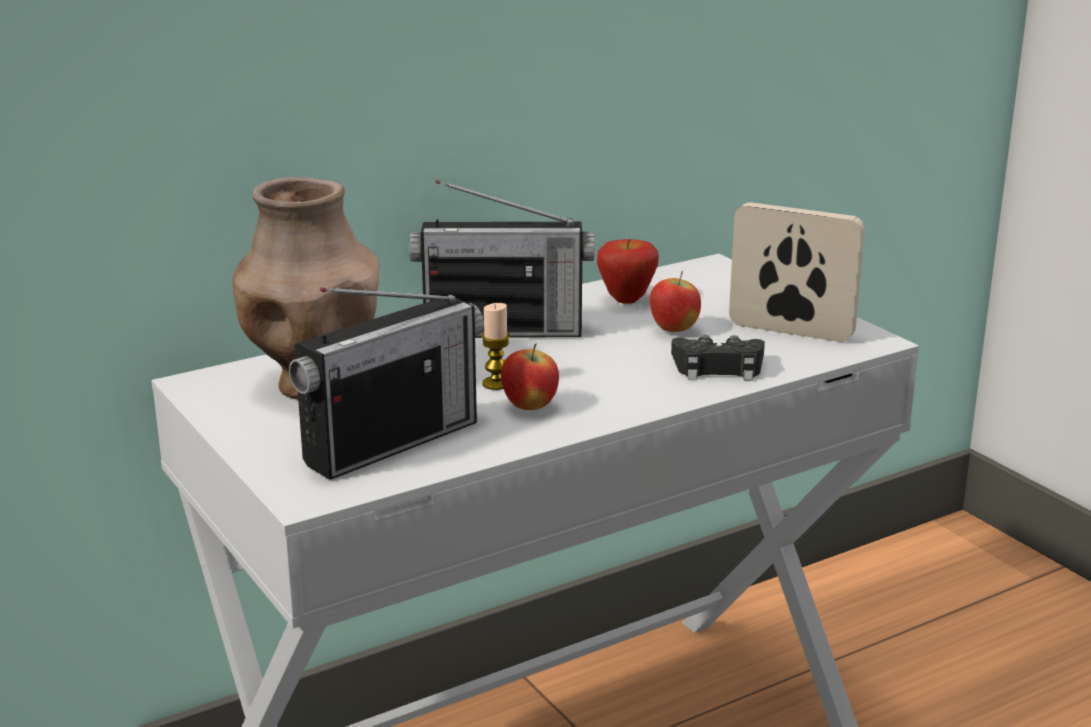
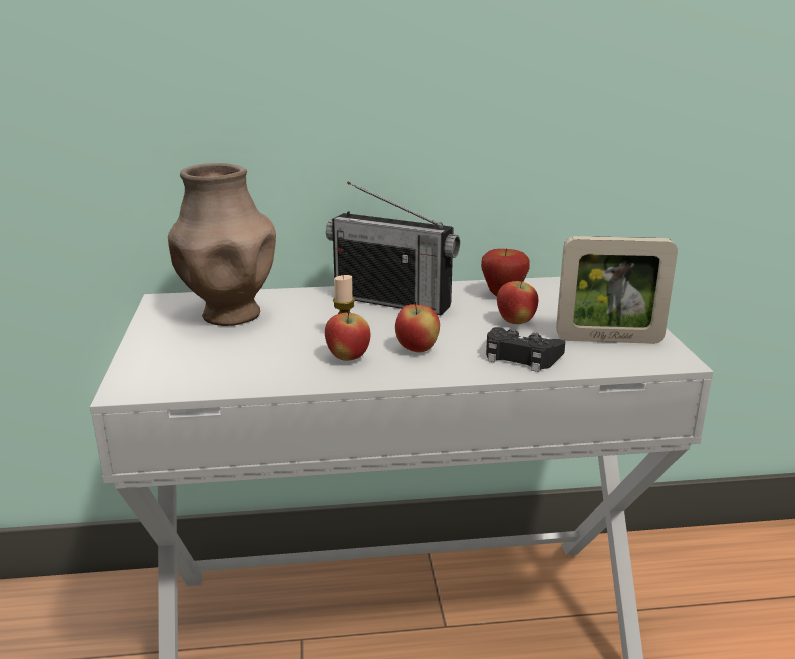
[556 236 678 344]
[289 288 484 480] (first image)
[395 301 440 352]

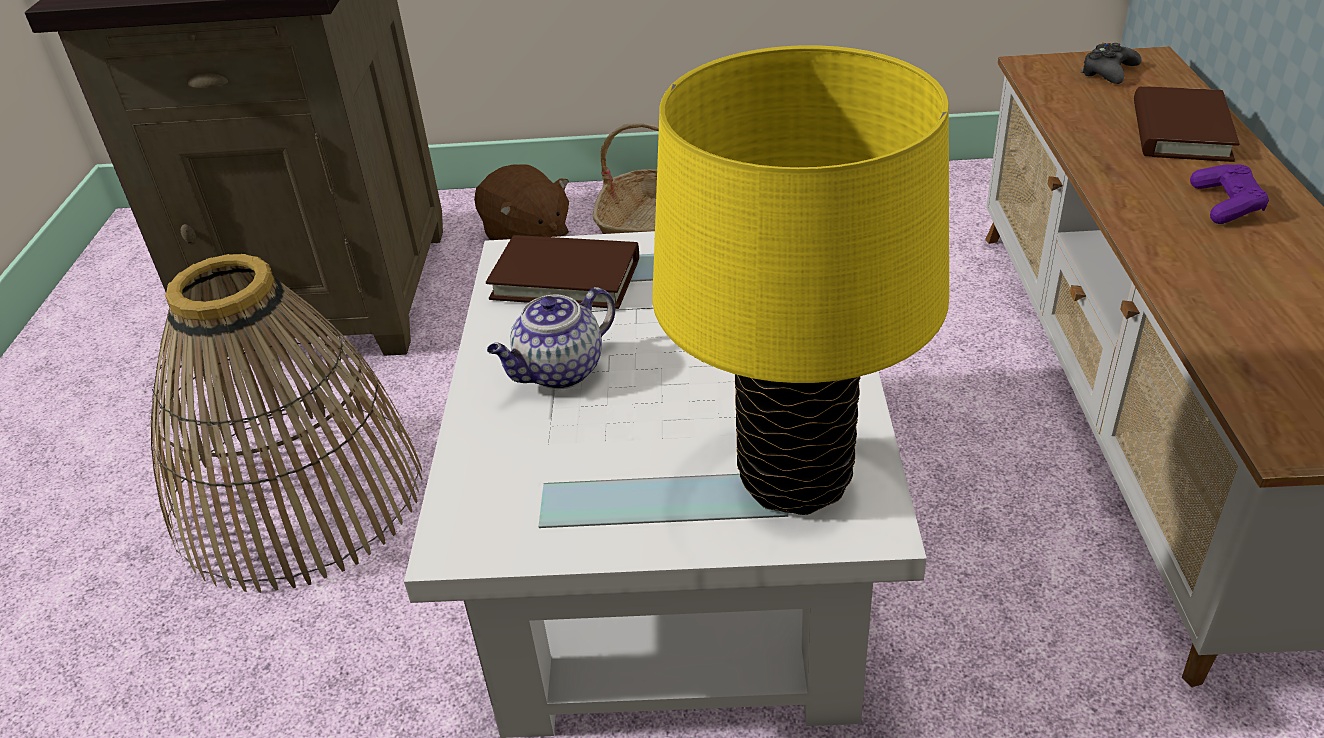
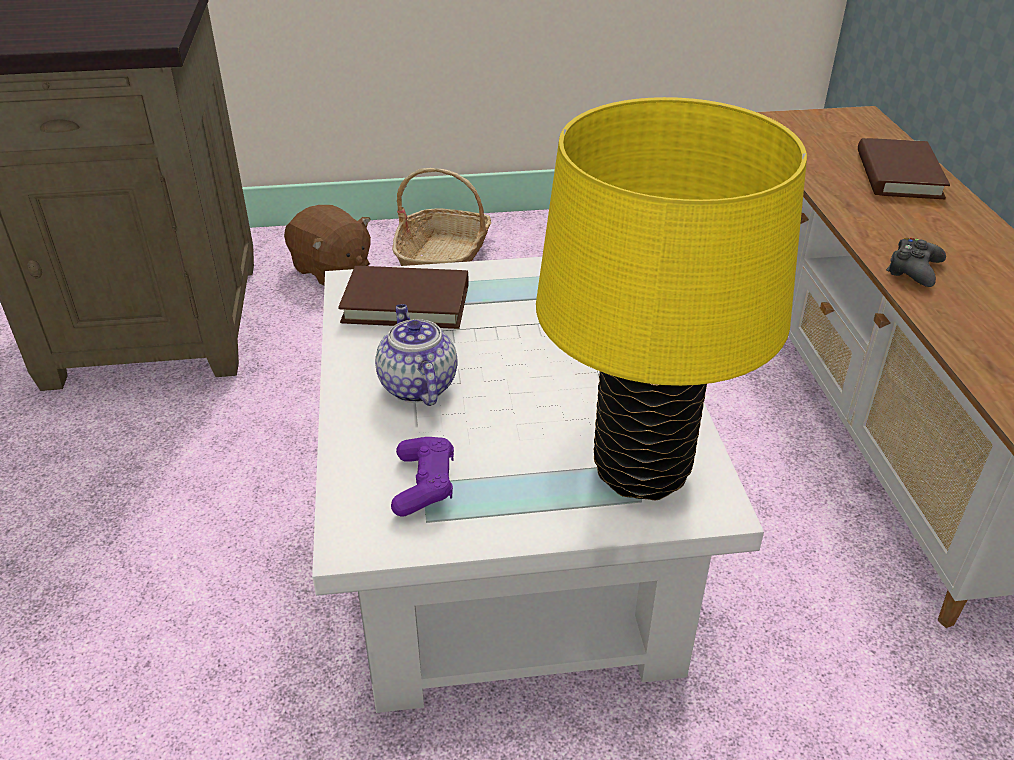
[886 238 946 287]
[391 437 454 517]
[151 254 422 593] (first image)
[375 304 457 406]

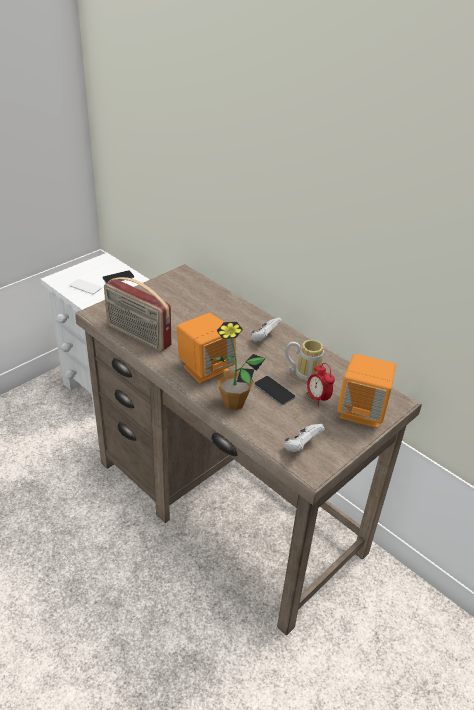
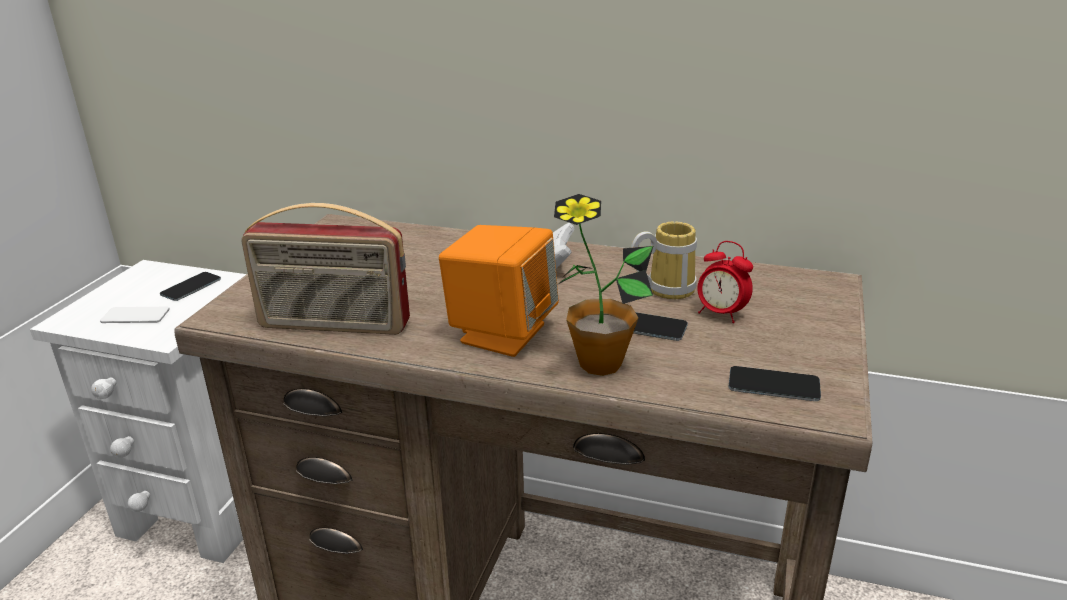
[337 354 396 428] (first image)
[729 366 821 401]

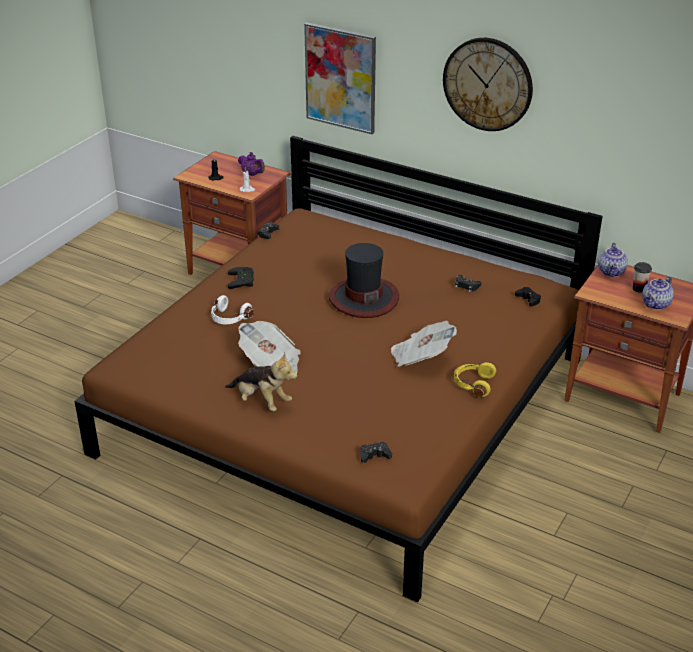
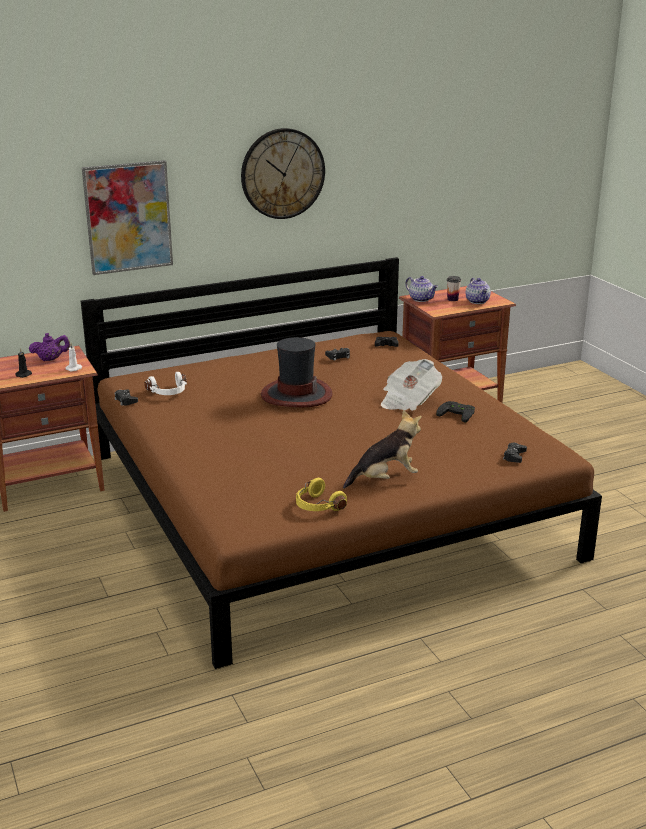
[436 401 475 423]
[145 372 187 395]
[238 321 301 374] (first image)
[296 478 347 511]

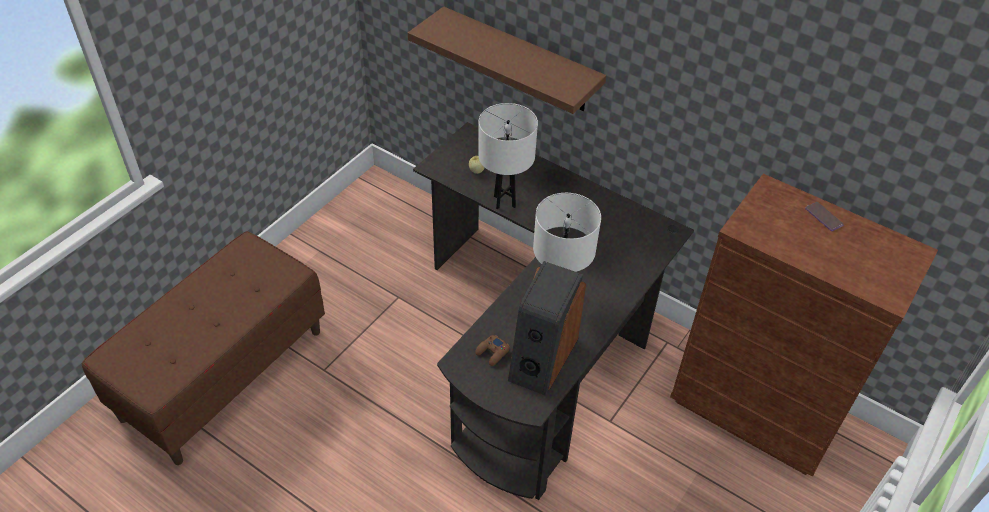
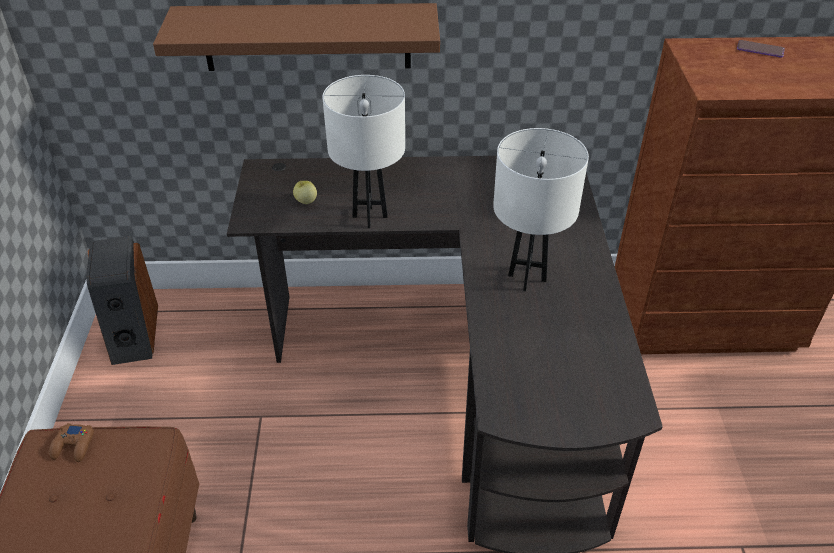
[86 236 158 365]
[49 423 94 462]

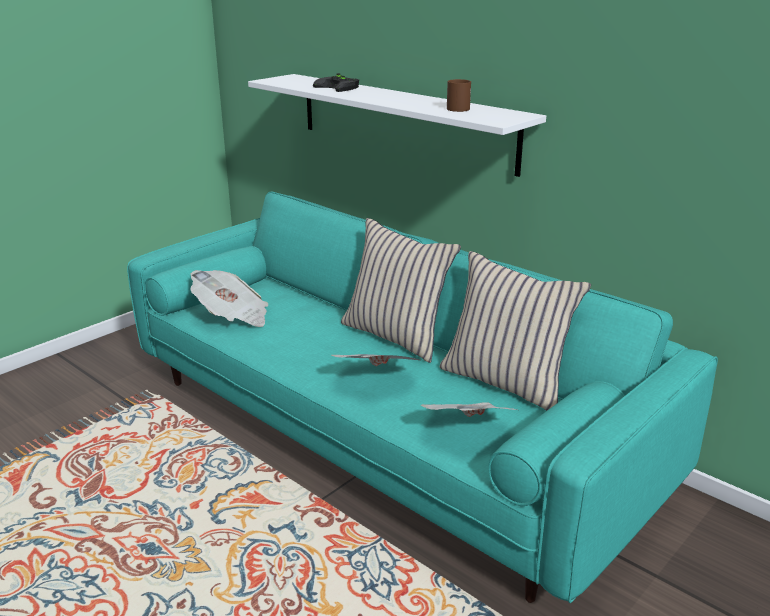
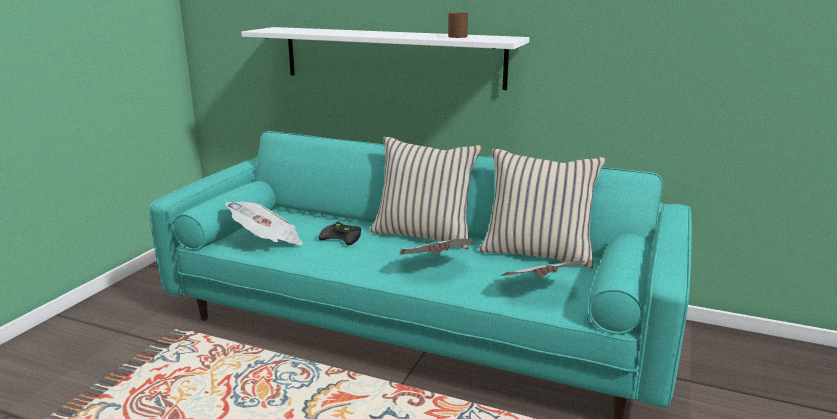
[319 222 361 245]

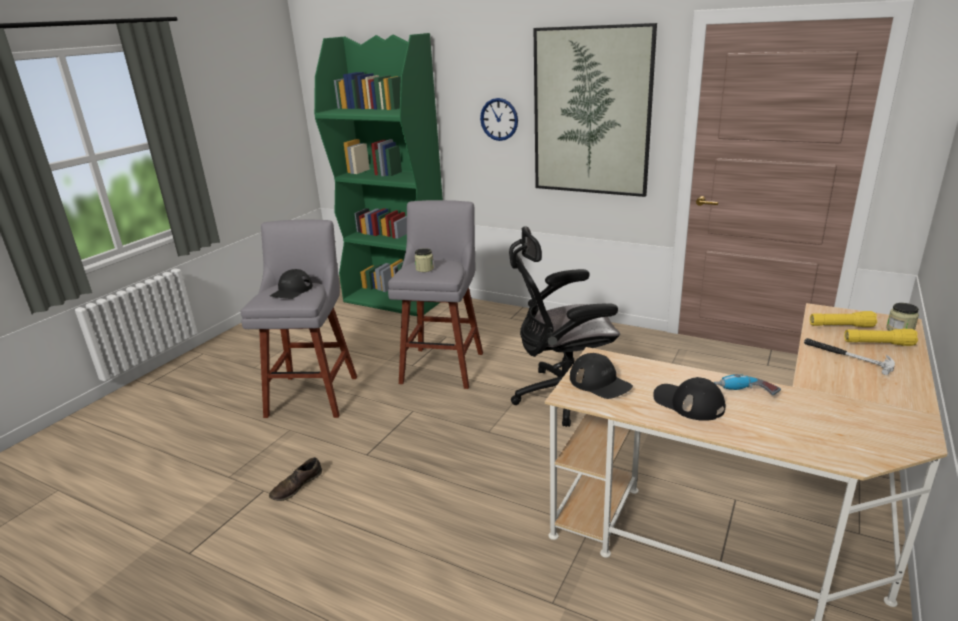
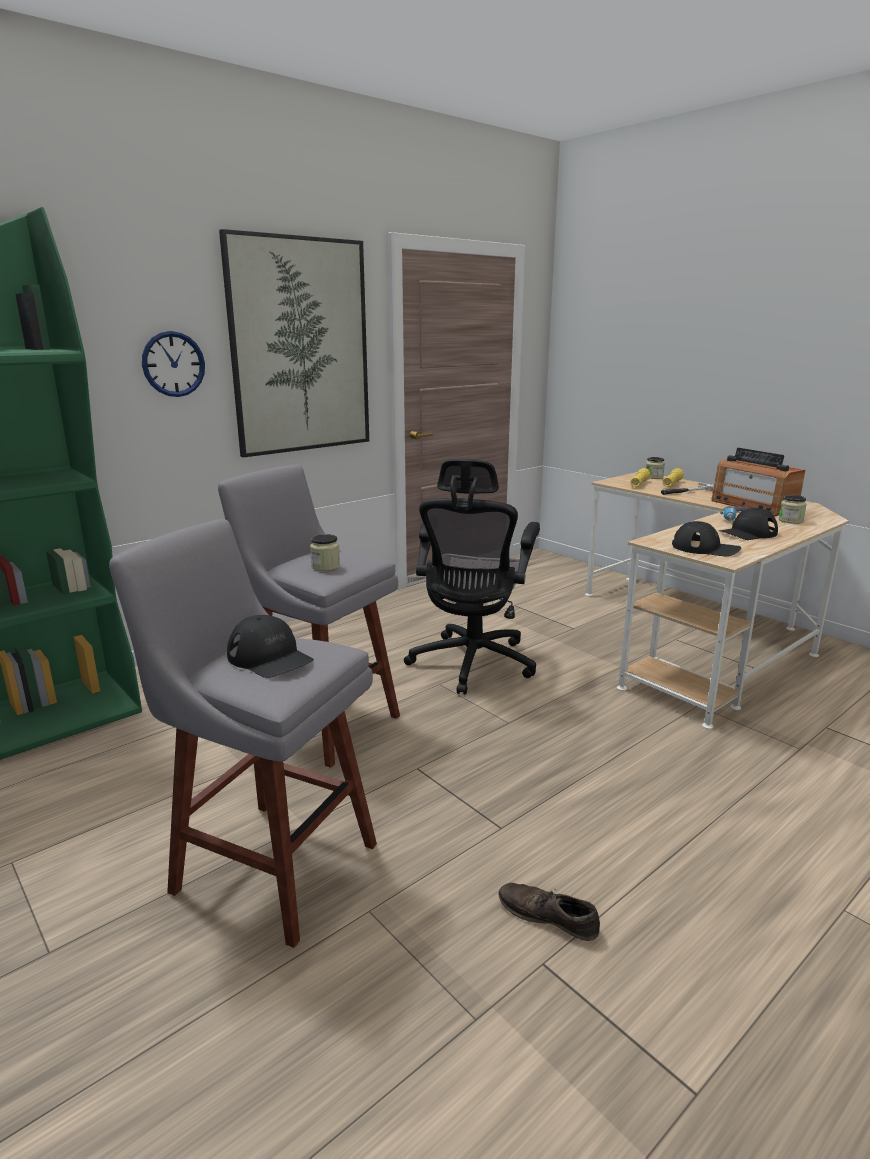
[672 521 741 556]
[499 883 600 941]
[712 448 805 516]
[778 495 807 524]

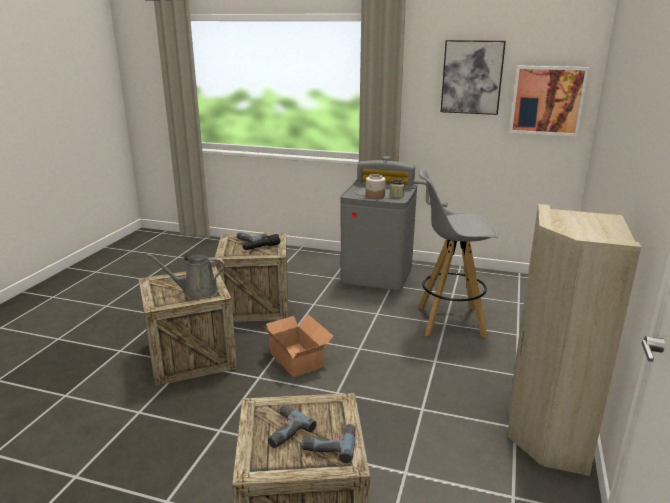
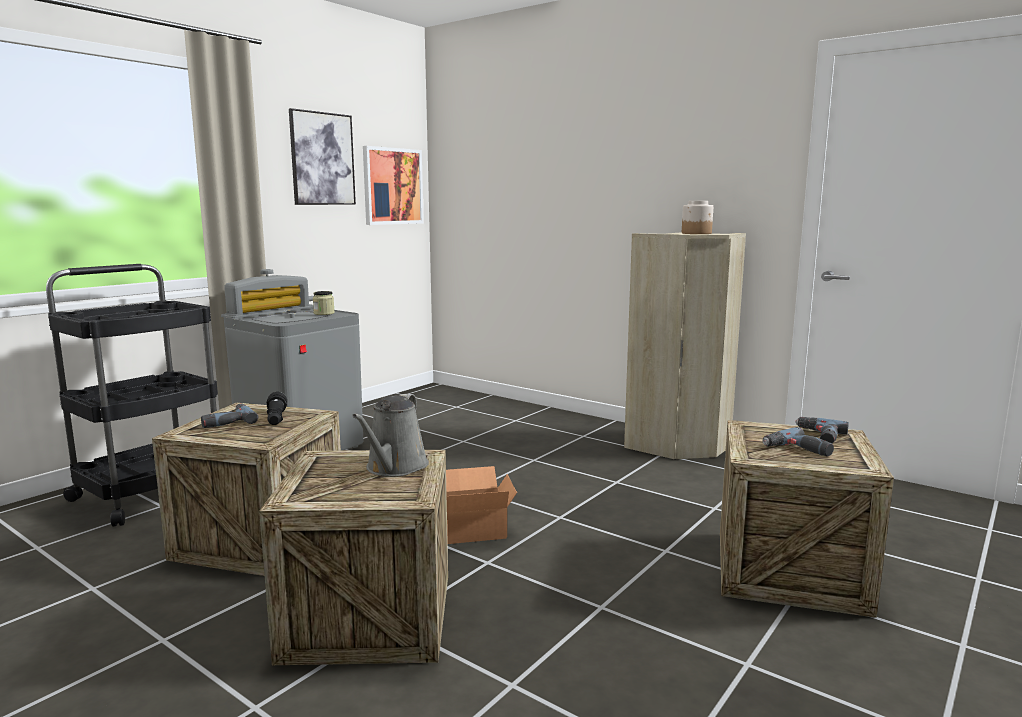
[418 168 498 338] (first image)
[682 201 713 234]
[46 264 218 527]

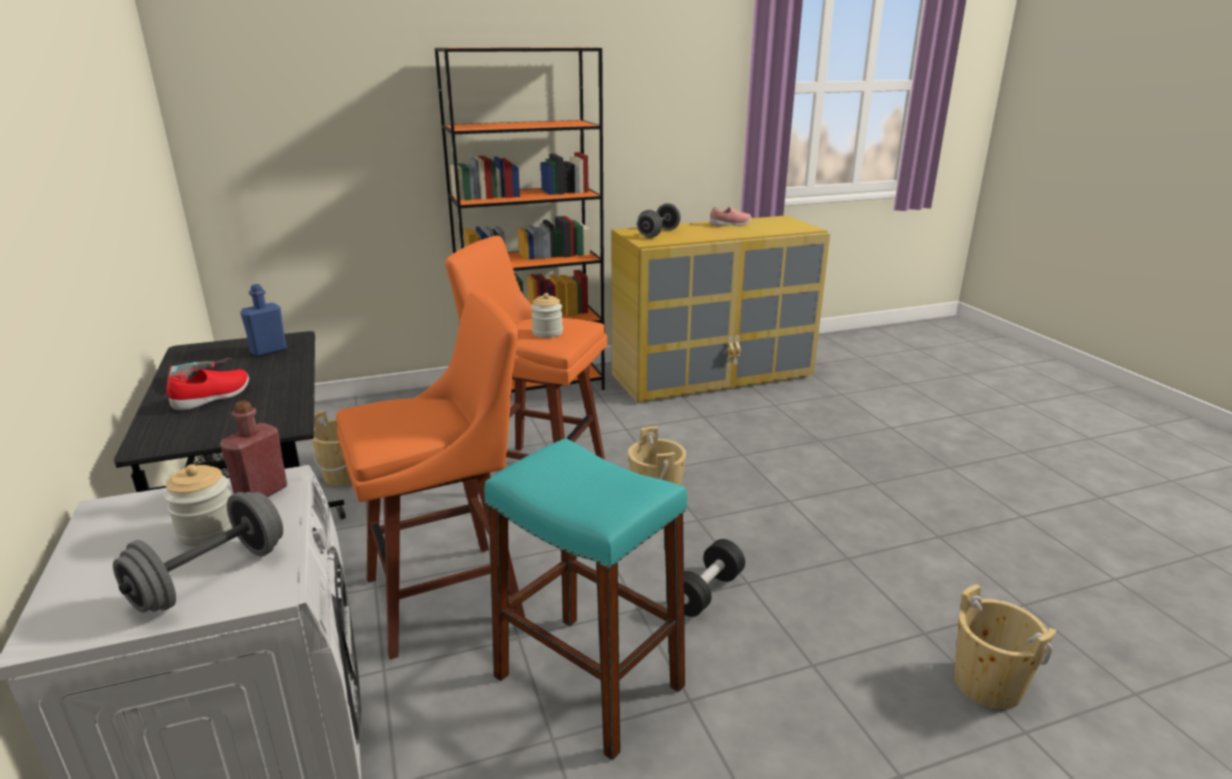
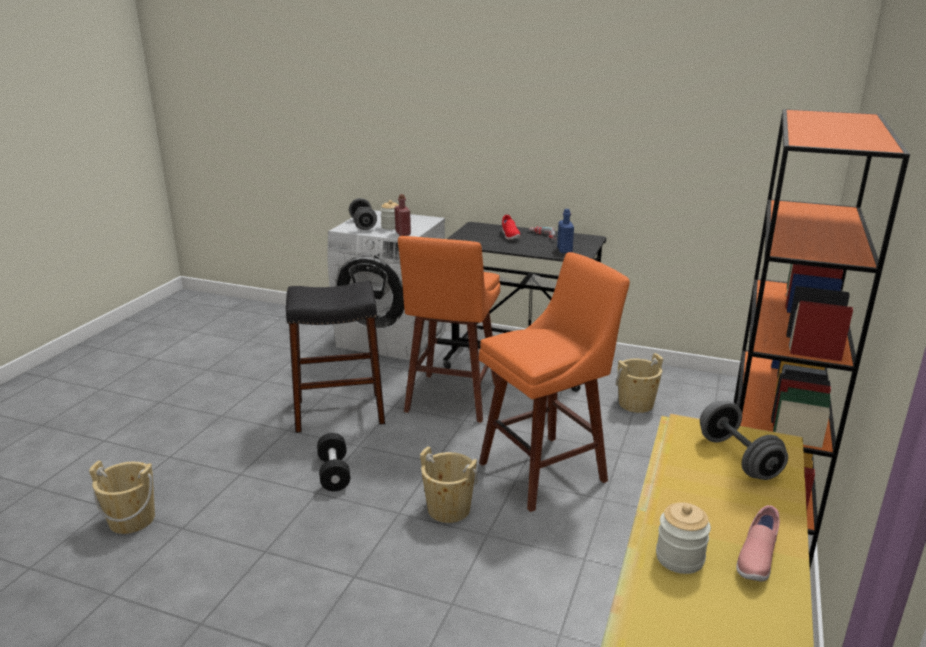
[656 502 711 574]
[286 281 385 433]

